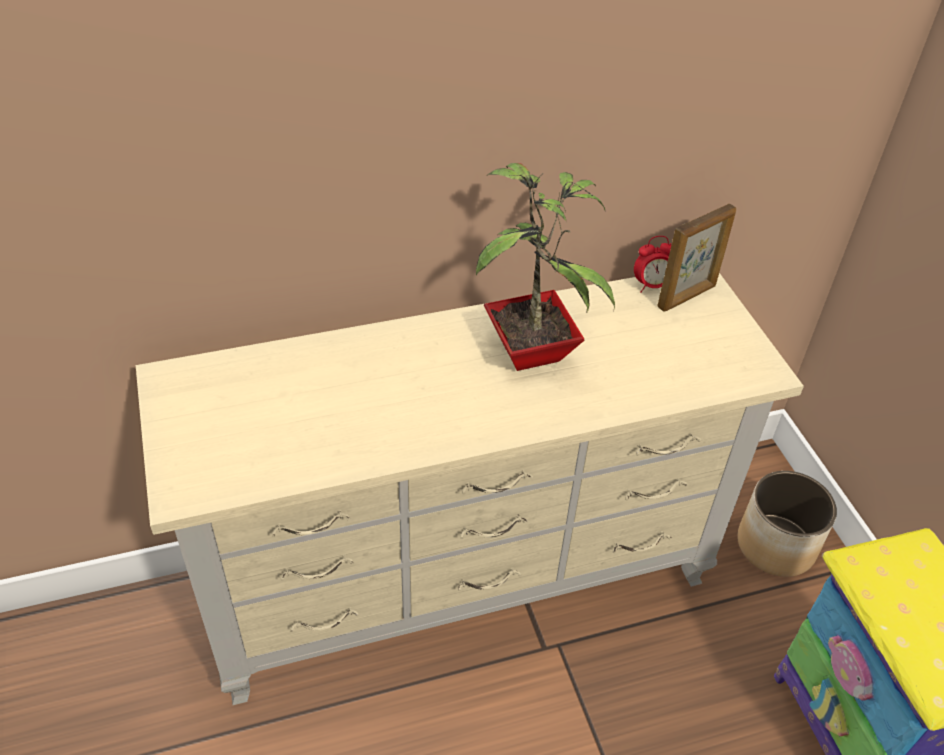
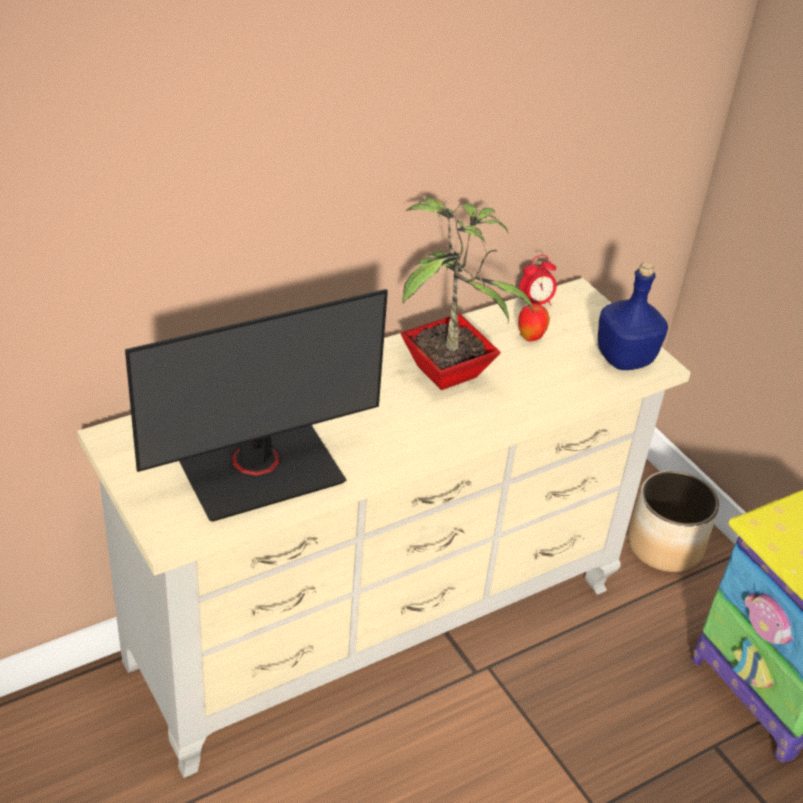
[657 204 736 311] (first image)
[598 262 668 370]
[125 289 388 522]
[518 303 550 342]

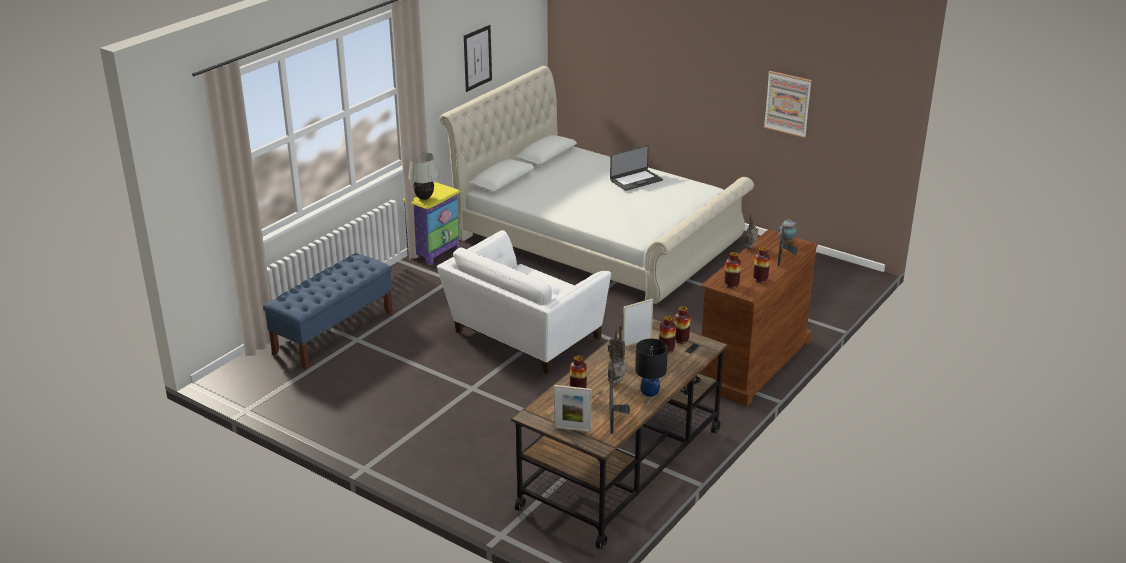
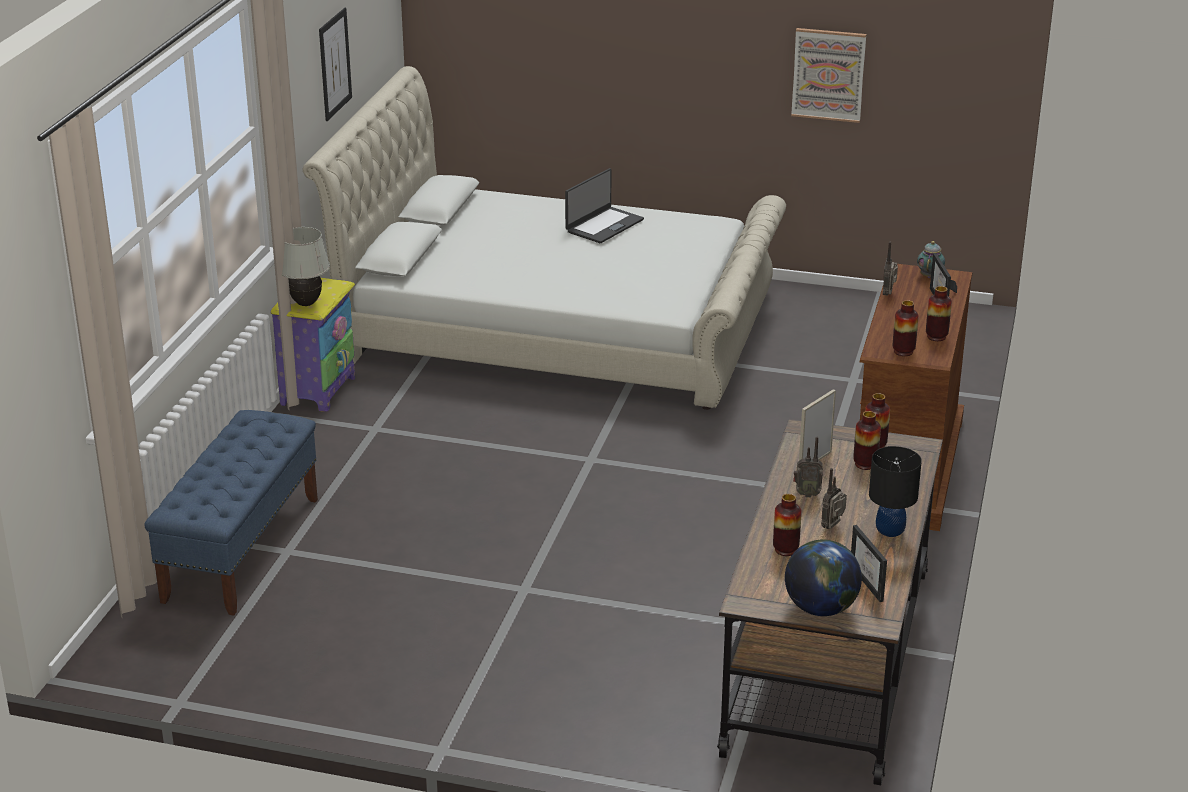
[437 230 611 374] (first image)
[785 539 862 616]

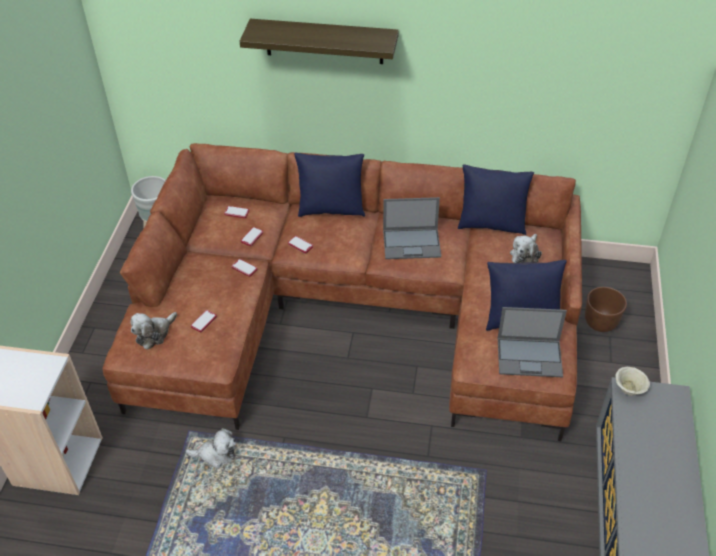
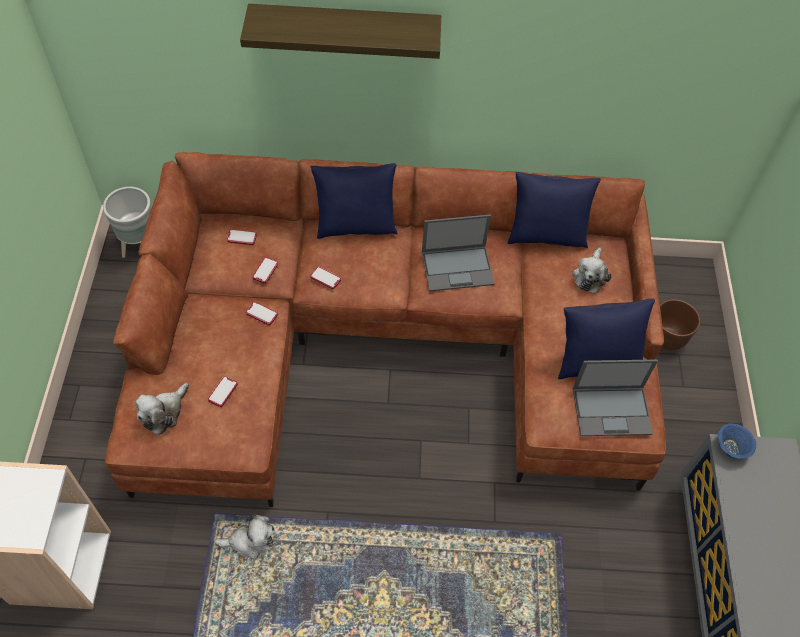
[718 424 756 459]

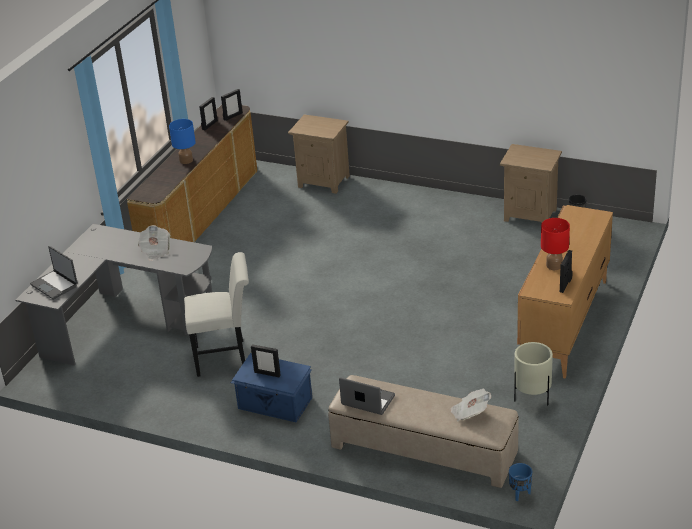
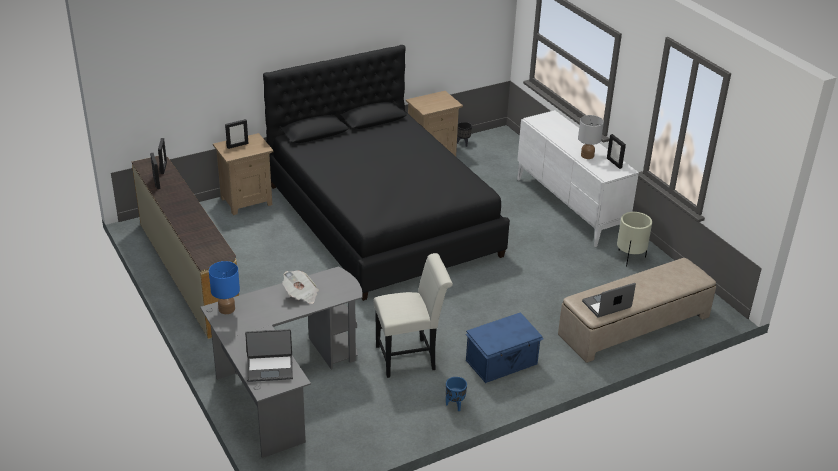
[209 261 240 314]
[517 110 639 247]
[578 115 604 159]
[373 253 453 378]
[225 119 249 149]
[450 389 491 421] (first image)
[446 377 467 411]
[263 45 510 301]

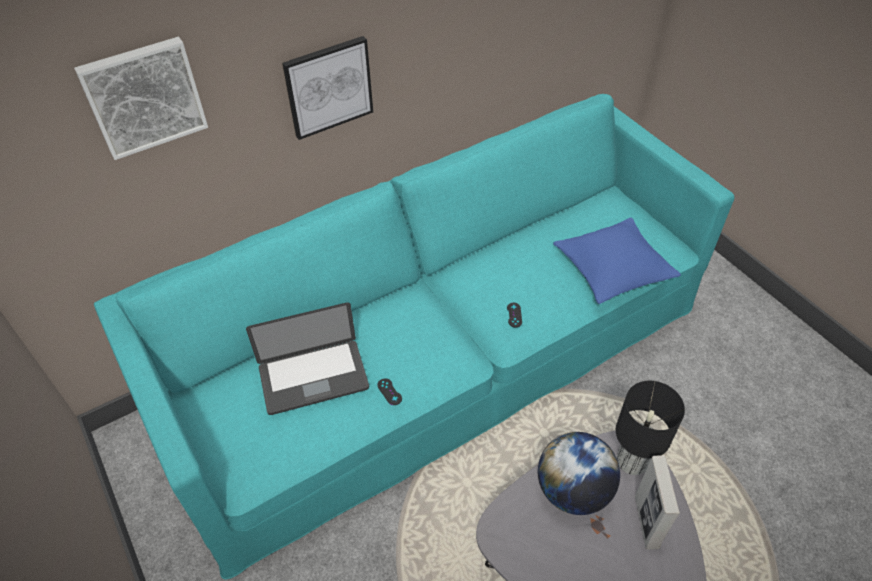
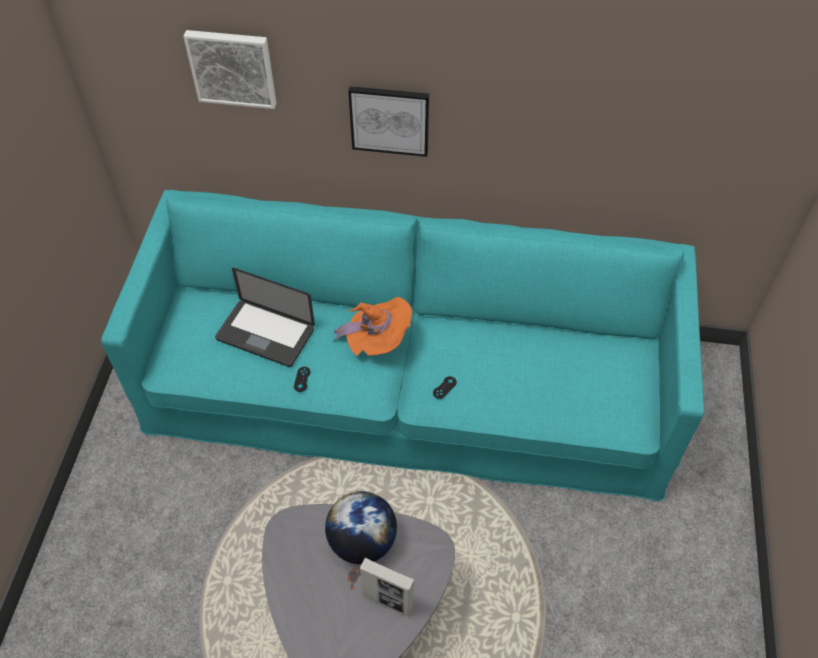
[553 218 681 304] (first image)
[616 381 685 475] (first image)
[360 558 414 617]
[333 297 412 356]

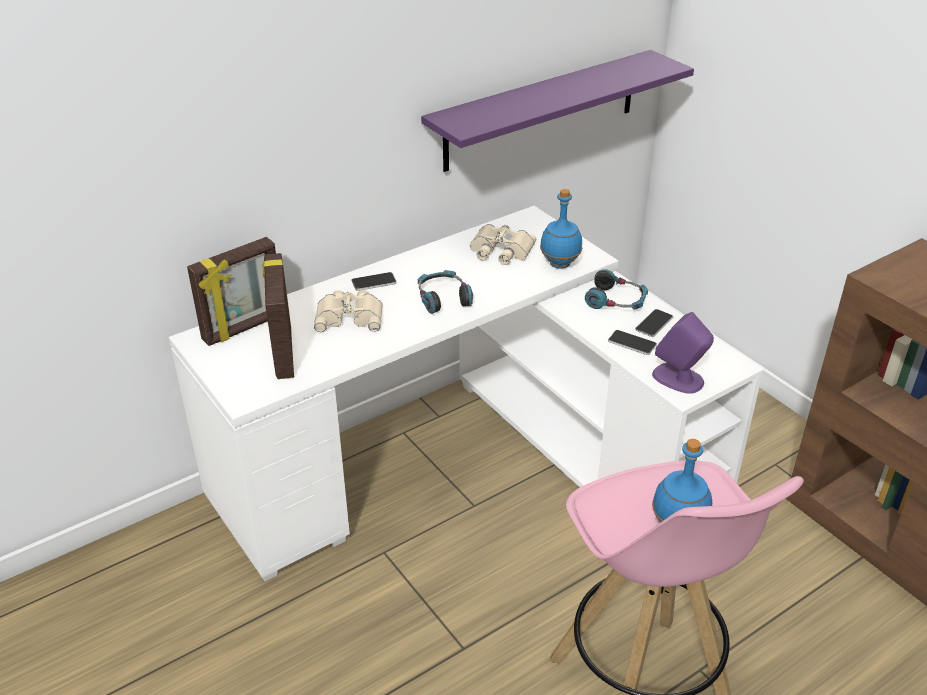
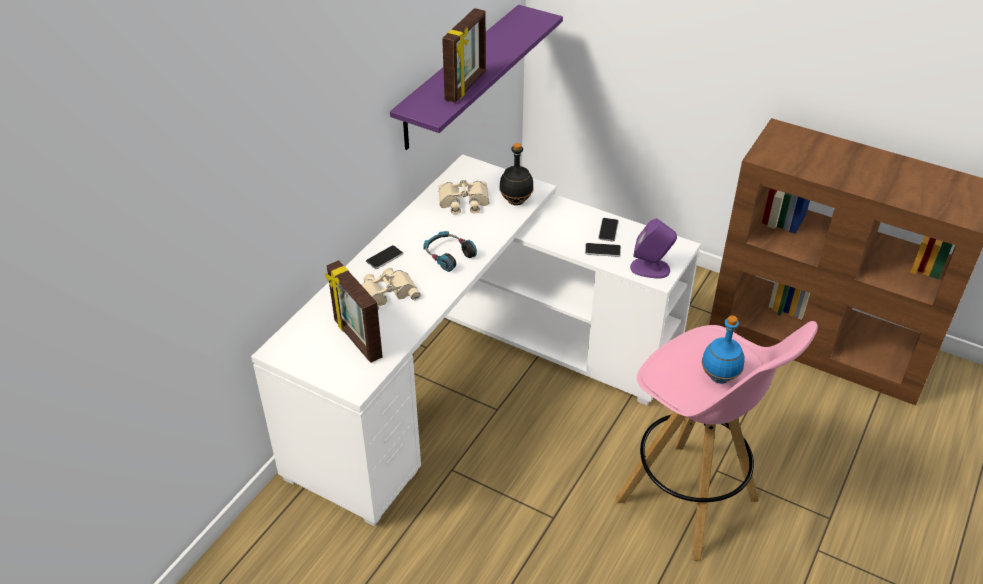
[499 143 534 205]
[442 8 486 103]
[585 269 648 310] (first image)

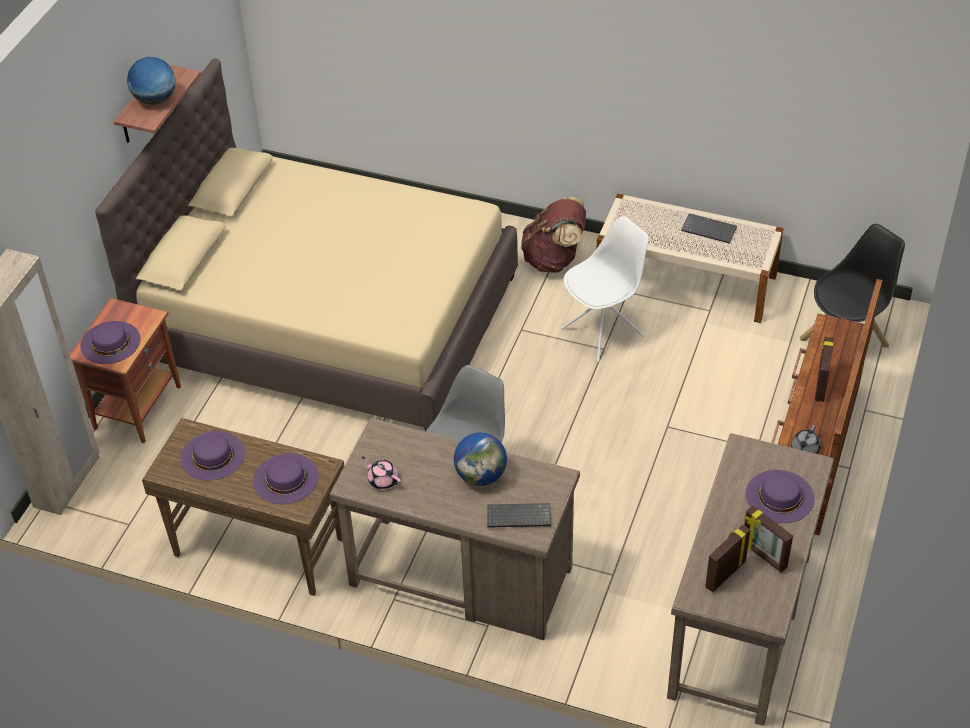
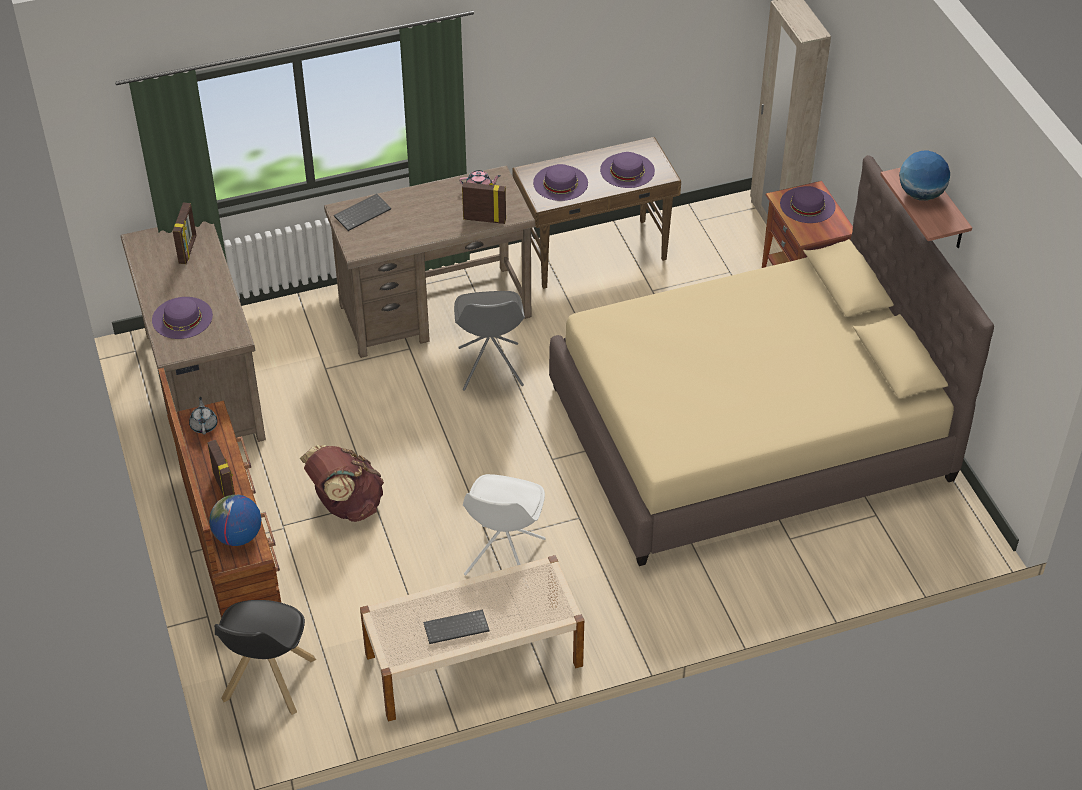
[300 445 384 522]
[209 495 261 546]
[462 182 506 224]

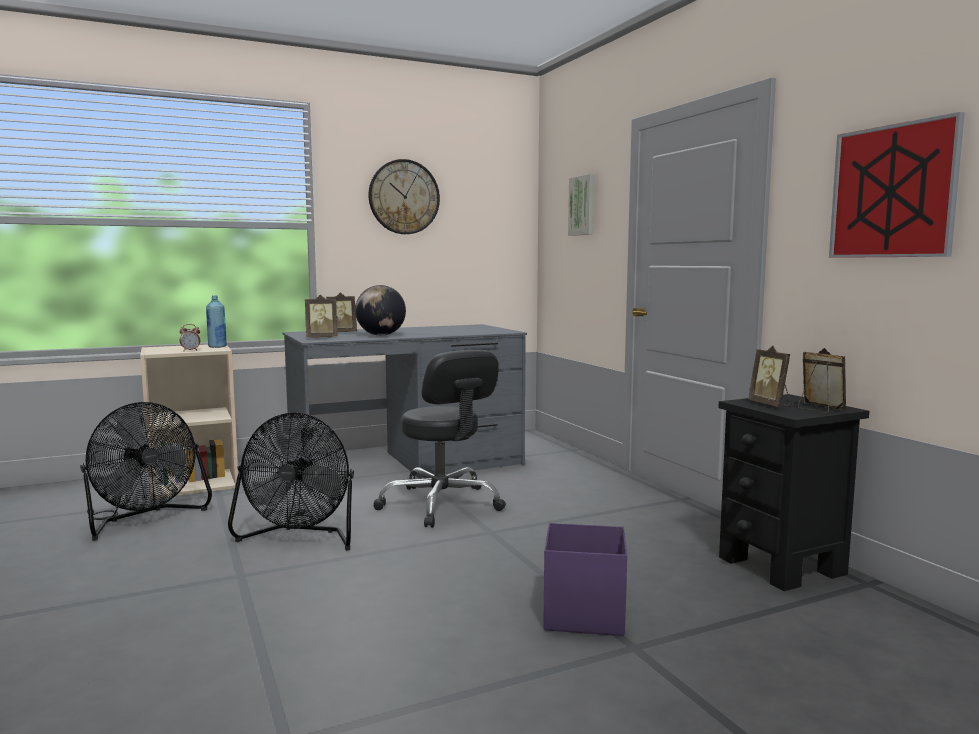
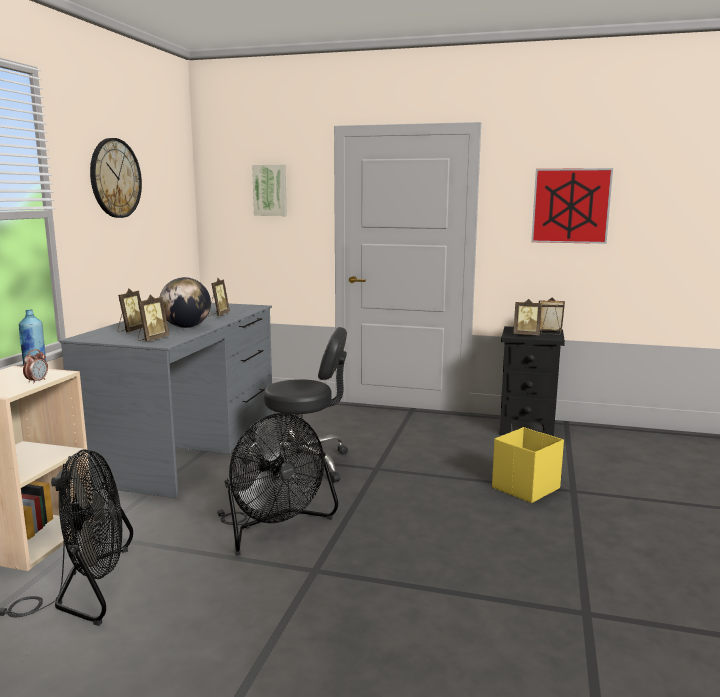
[492 427 564 503]
[208 278 230 316]

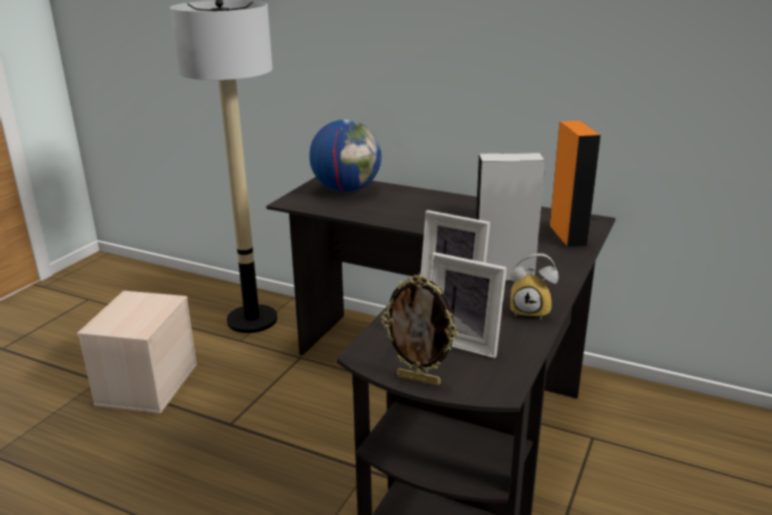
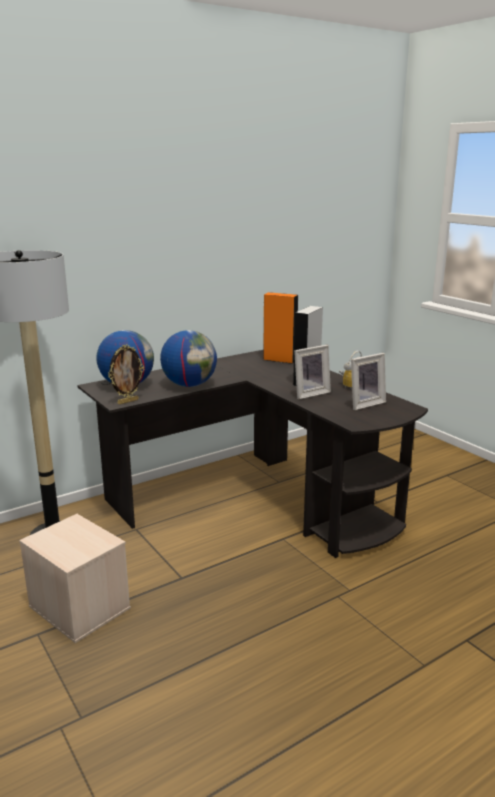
[108 344 144 405]
[160 330 217 387]

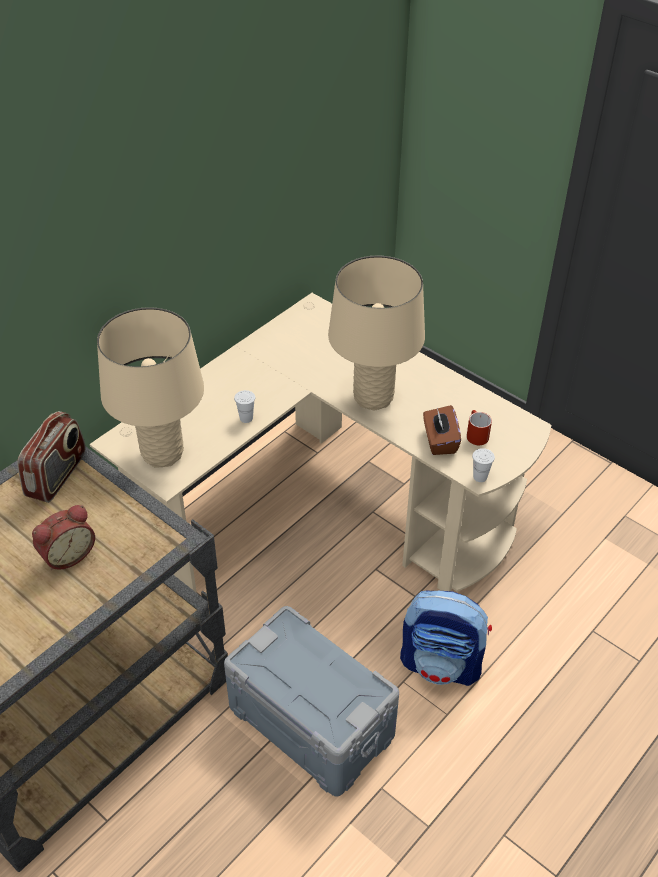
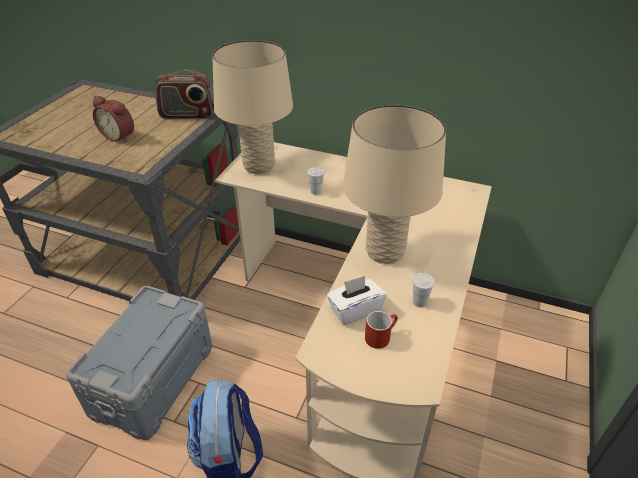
[327 276 386 325]
[412 273 435 307]

